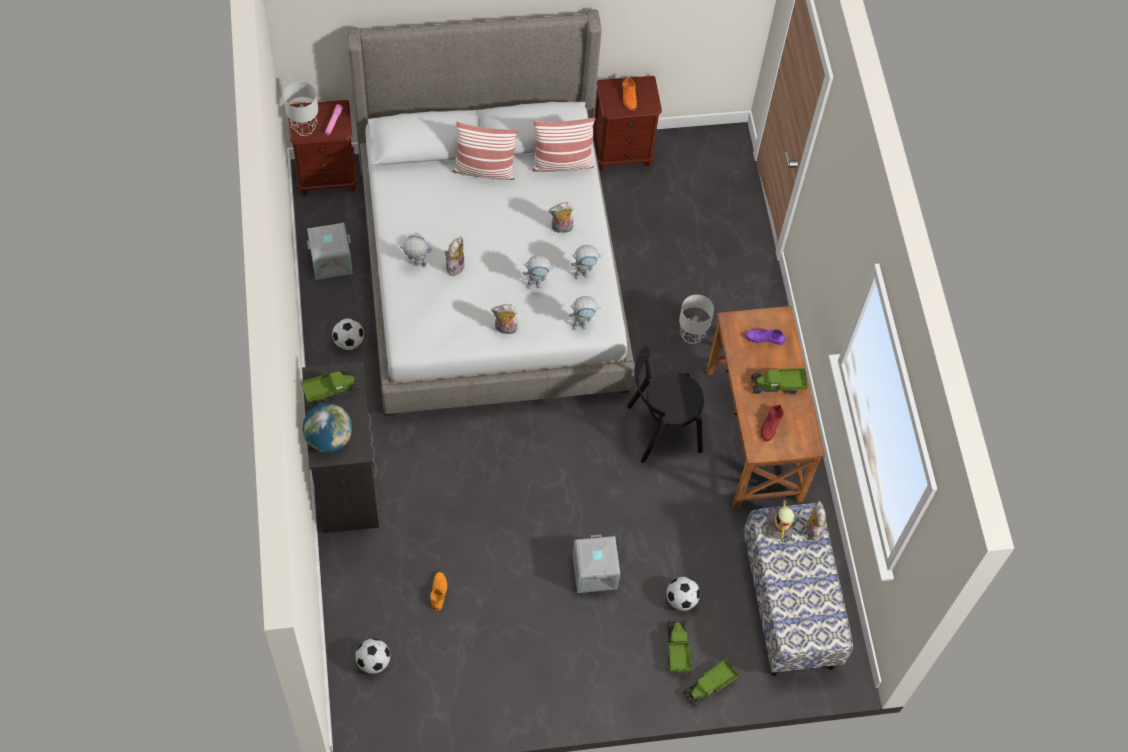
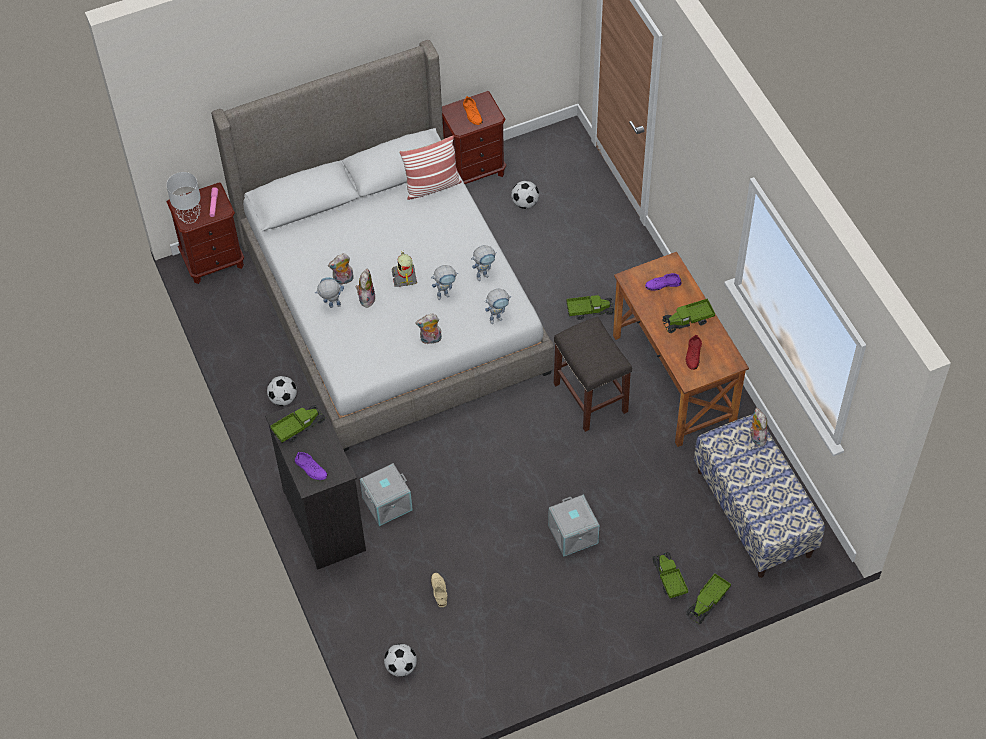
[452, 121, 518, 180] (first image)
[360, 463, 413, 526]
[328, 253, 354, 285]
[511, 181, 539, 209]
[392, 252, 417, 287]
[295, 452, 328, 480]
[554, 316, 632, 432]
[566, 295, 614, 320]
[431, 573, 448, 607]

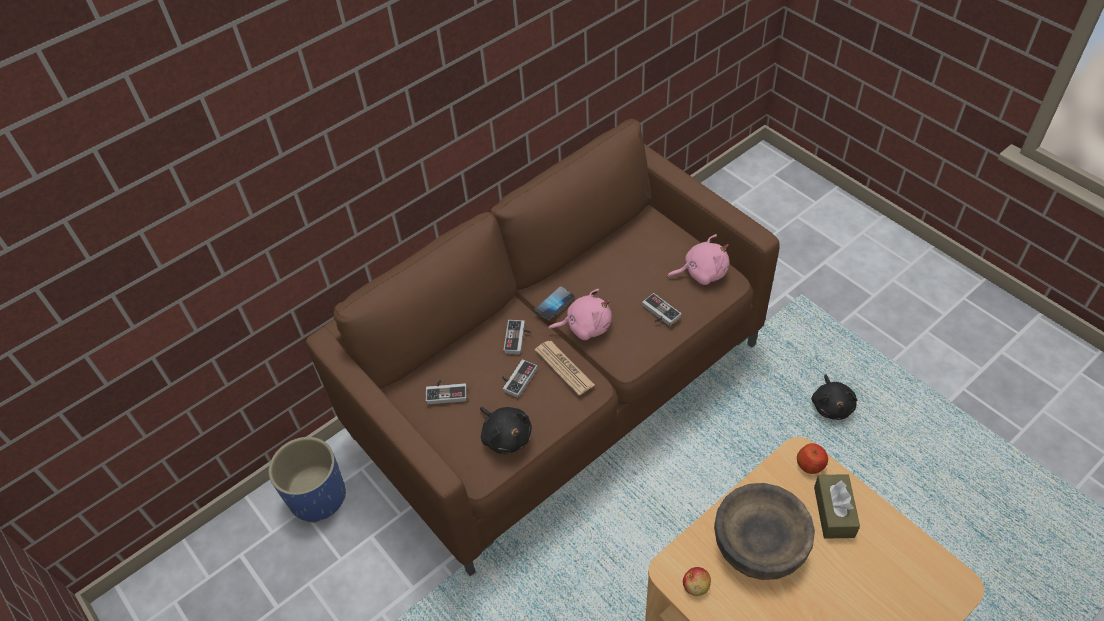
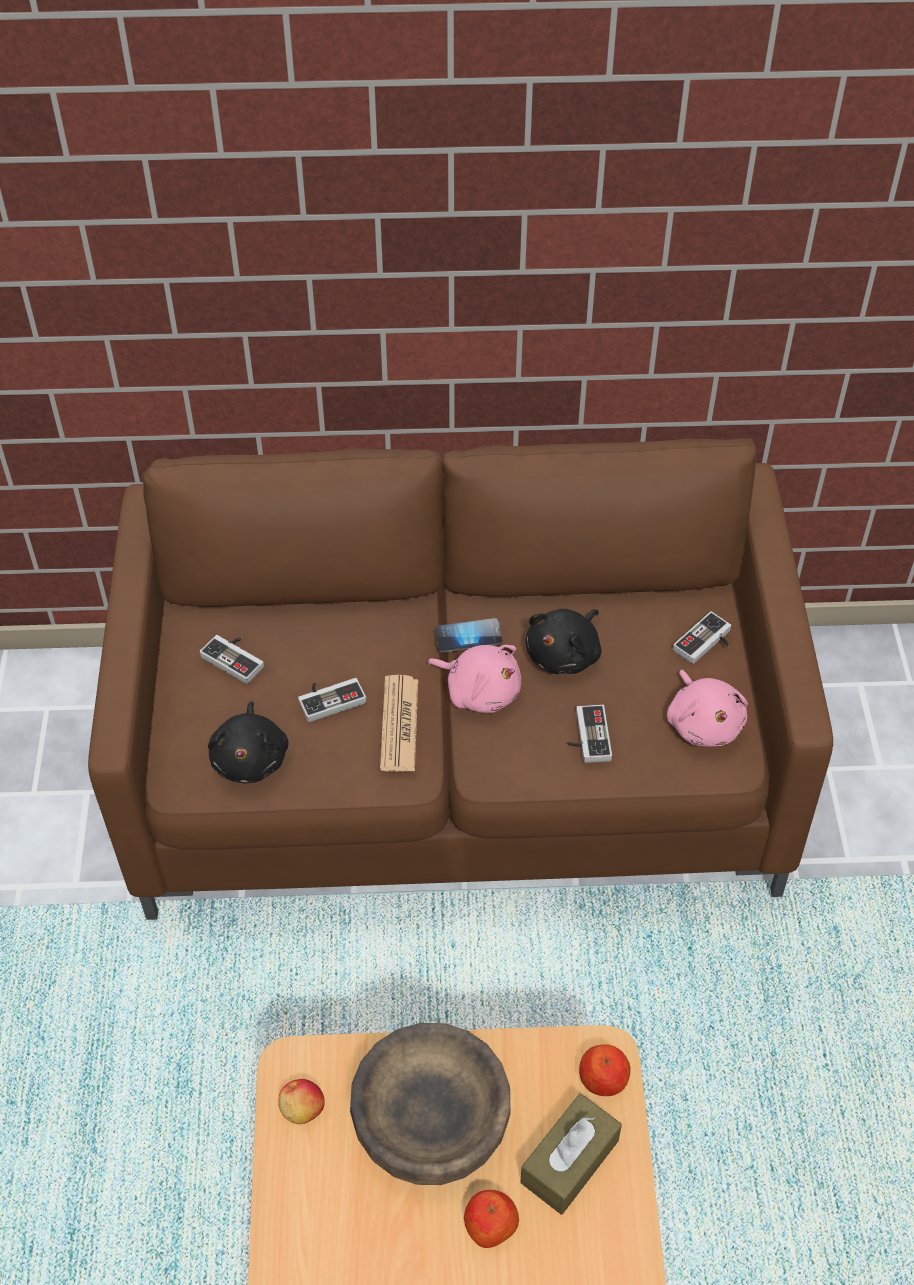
[269, 437, 346, 523] (first image)
[464, 1190, 519, 1248]
[673, 611, 731, 664]
[525, 609, 602, 674]
[667, 670, 748, 747]

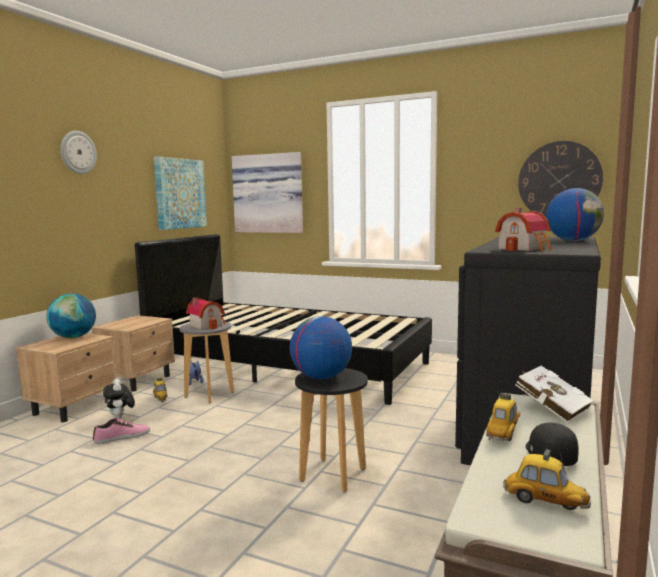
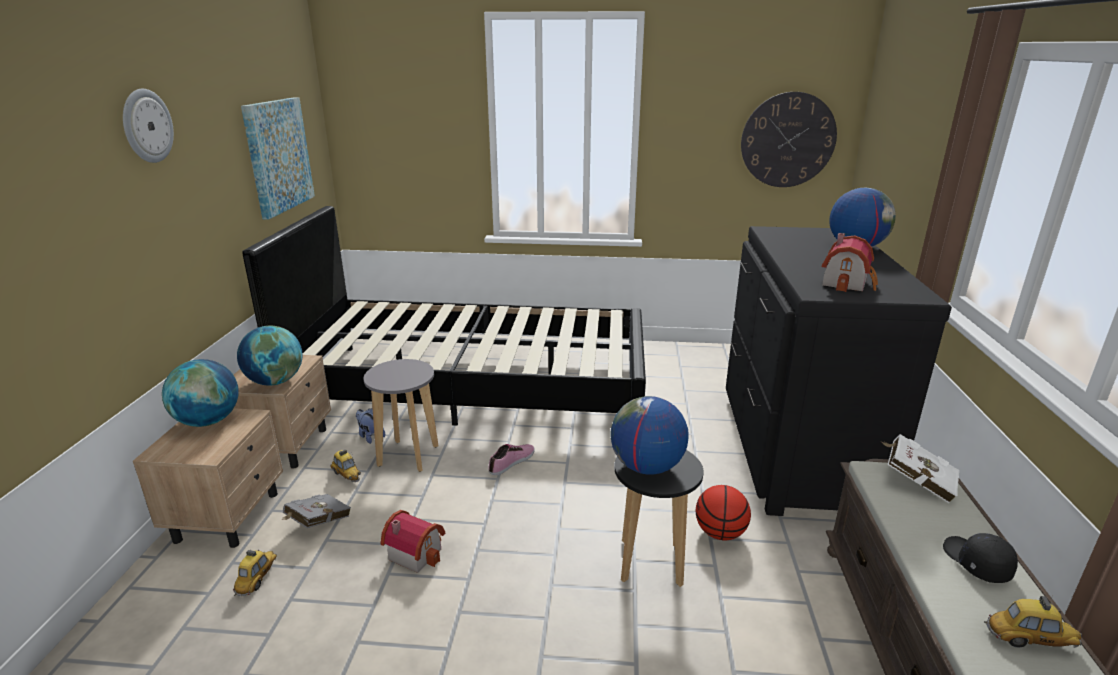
[232, 152, 303, 233] (first image)
[237, 326, 303, 386]
[696, 485, 751, 540]
[488, 444, 535, 475]
[381, 510, 445, 573]
[233, 550, 277, 596]
[281, 494, 351, 528]

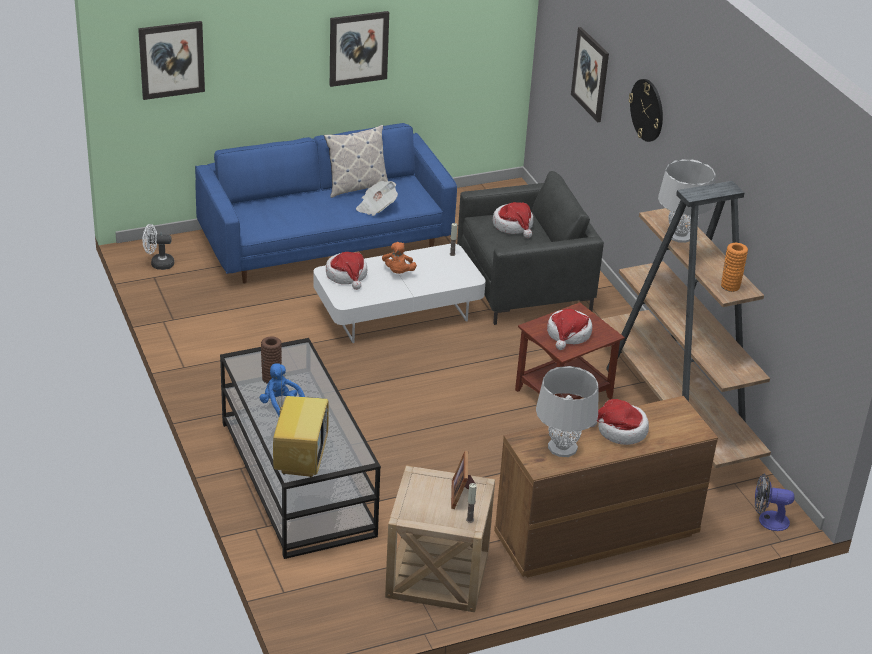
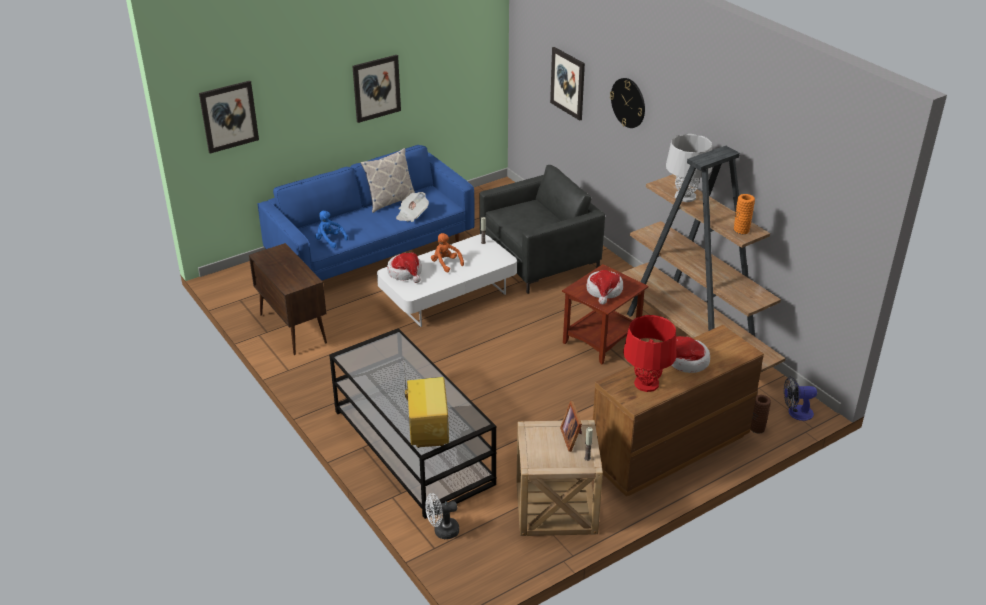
[493, 202, 533, 238] (first image)
[249, 243, 327, 355]
[425, 493, 459, 539]
[315, 211, 348, 248]
[750, 395, 771, 434]
[623, 315, 676, 392]
[431, 233, 464, 273]

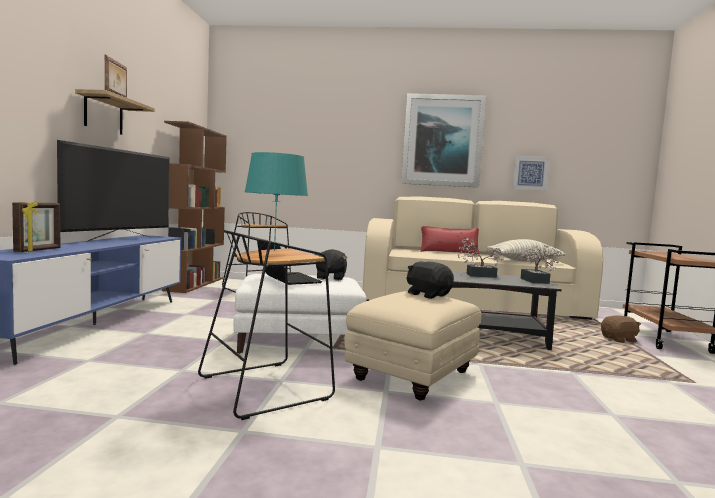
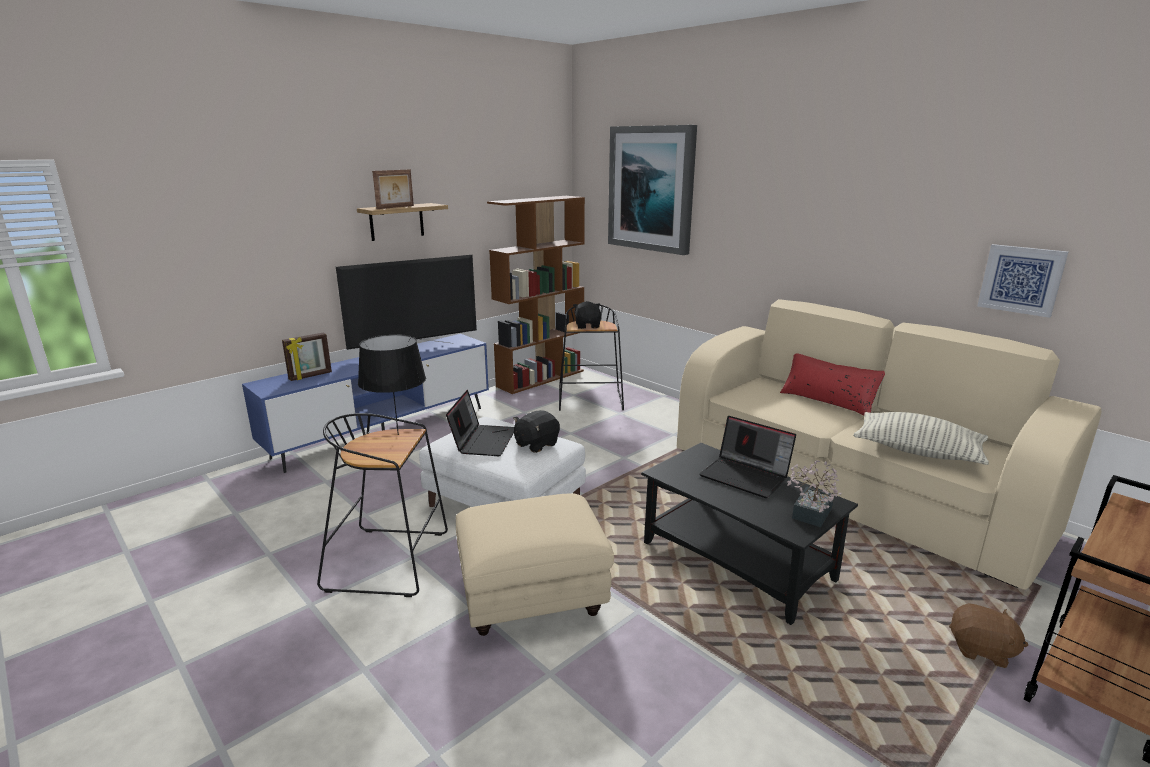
[608, 125, 697, 255]
[573, 301, 601, 329]
[699, 416, 796, 498]
[358, 334, 426, 435]

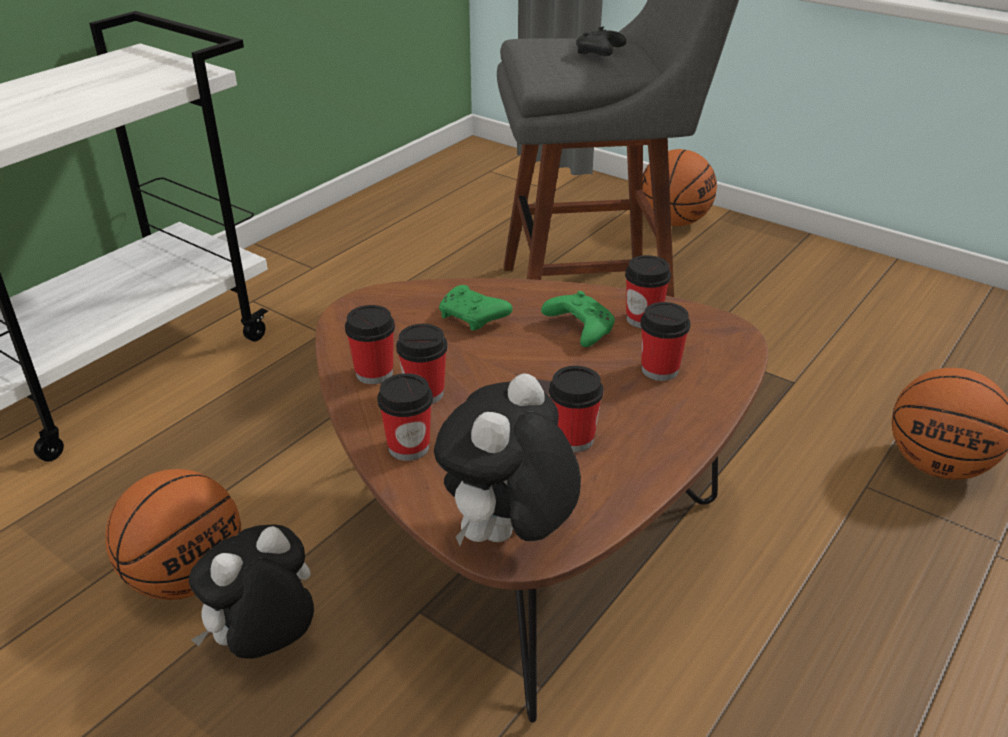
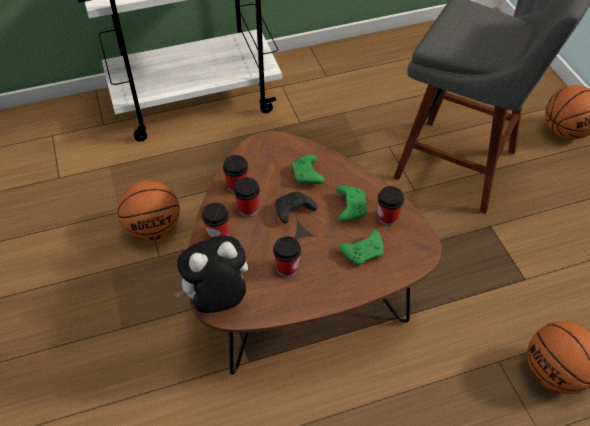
[189, 524, 314, 659] (first image)
[275, 192, 317, 223]
[339, 230, 384, 267]

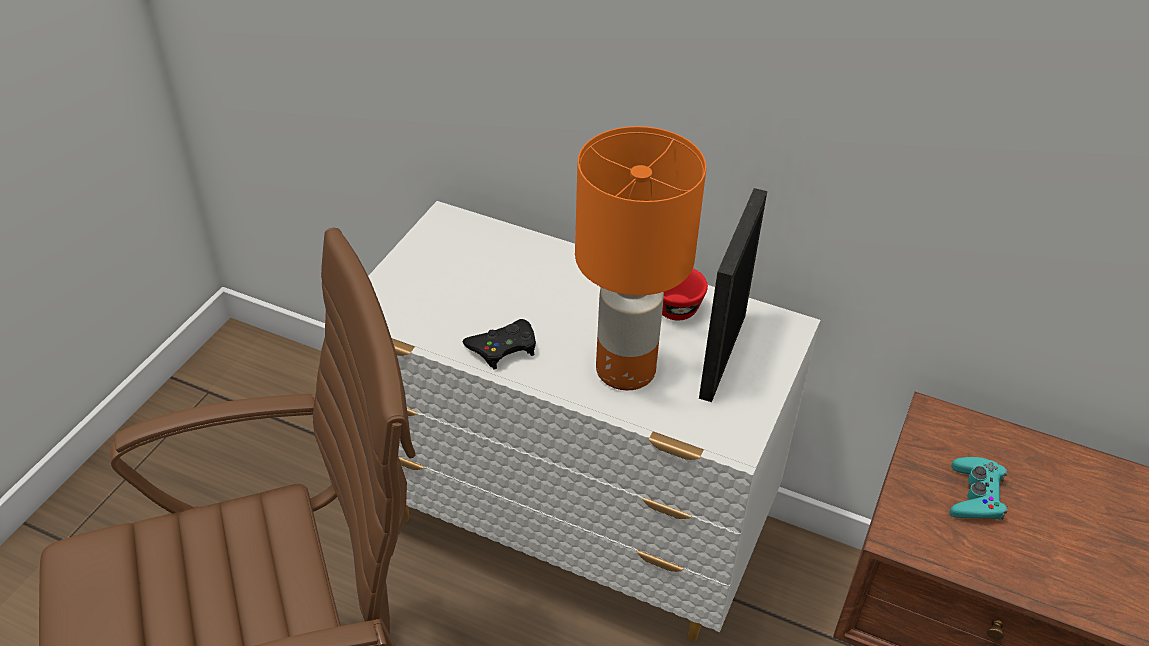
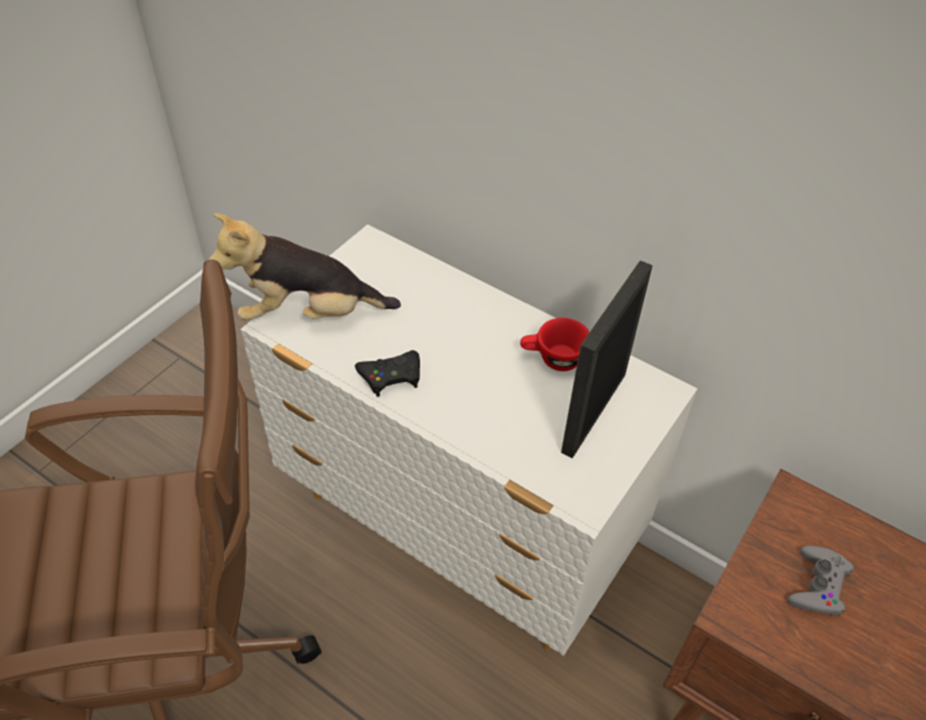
[575, 126, 706, 391] (first image)
[209, 213, 401, 320]
[787, 546, 854, 616]

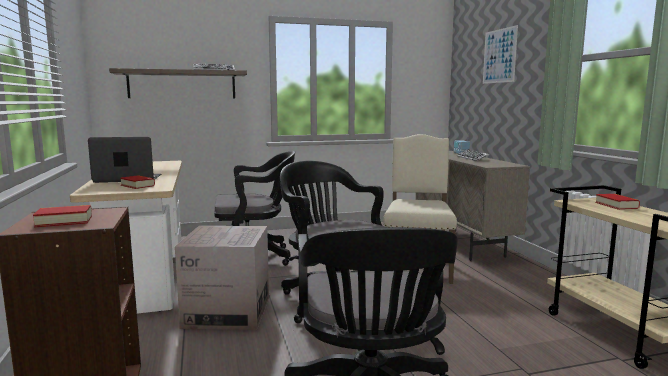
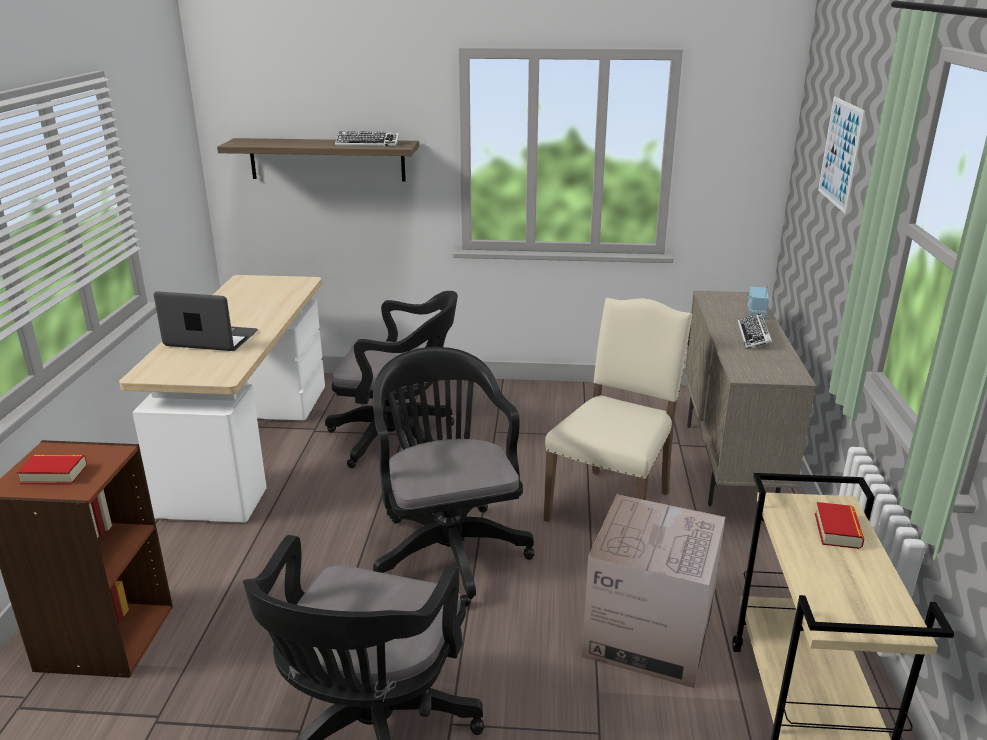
[120, 175, 155, 189] (first image)
[582, 494, 725, 688]

